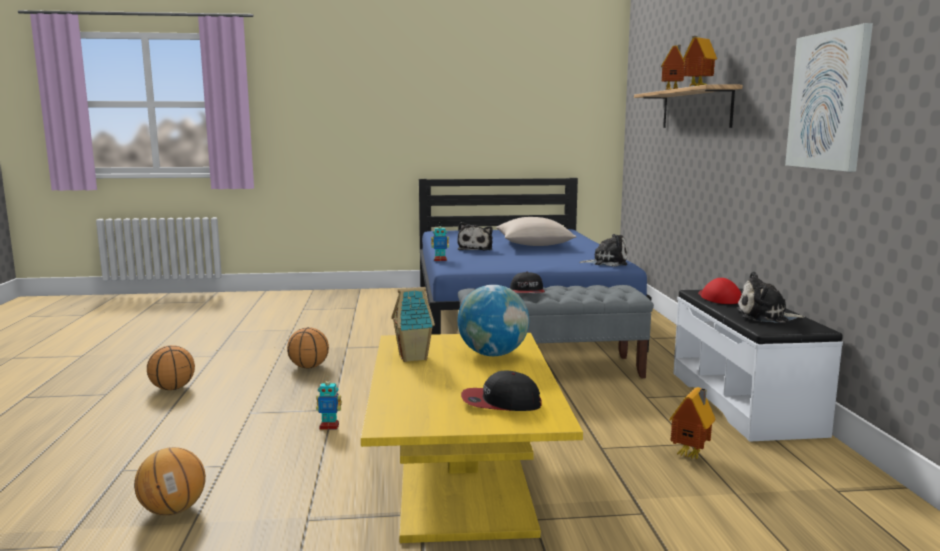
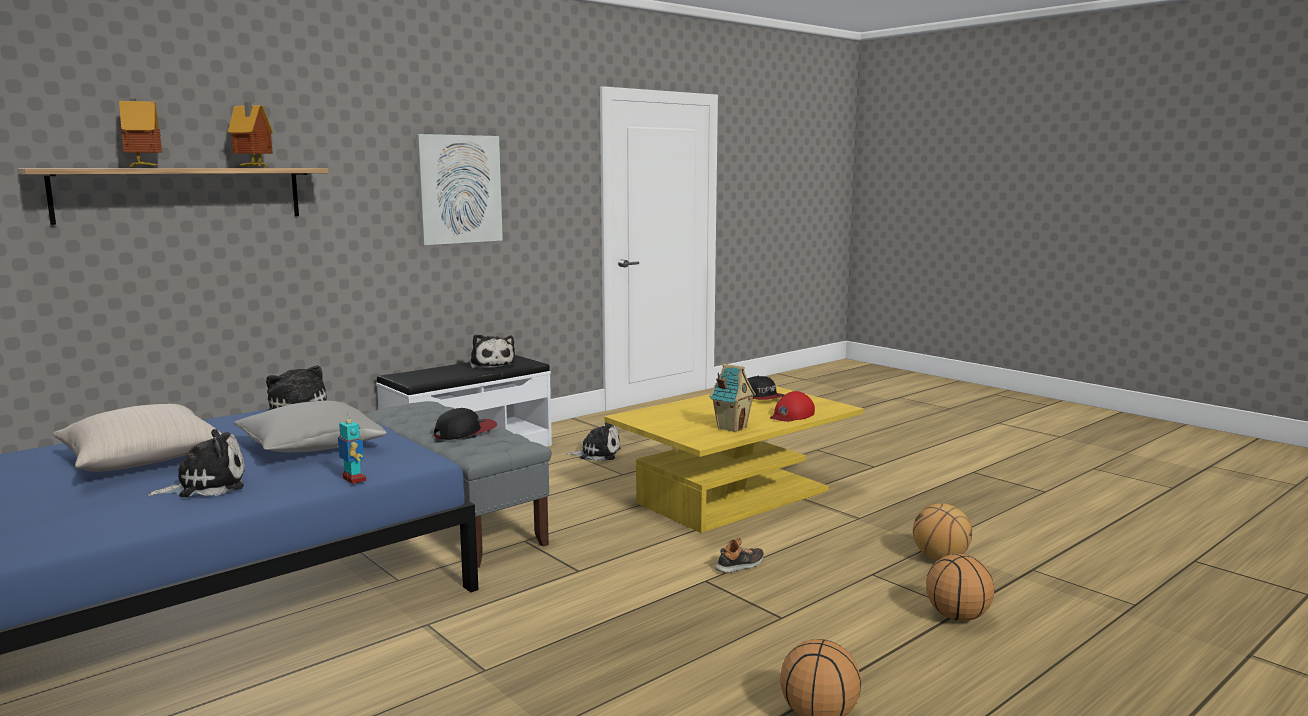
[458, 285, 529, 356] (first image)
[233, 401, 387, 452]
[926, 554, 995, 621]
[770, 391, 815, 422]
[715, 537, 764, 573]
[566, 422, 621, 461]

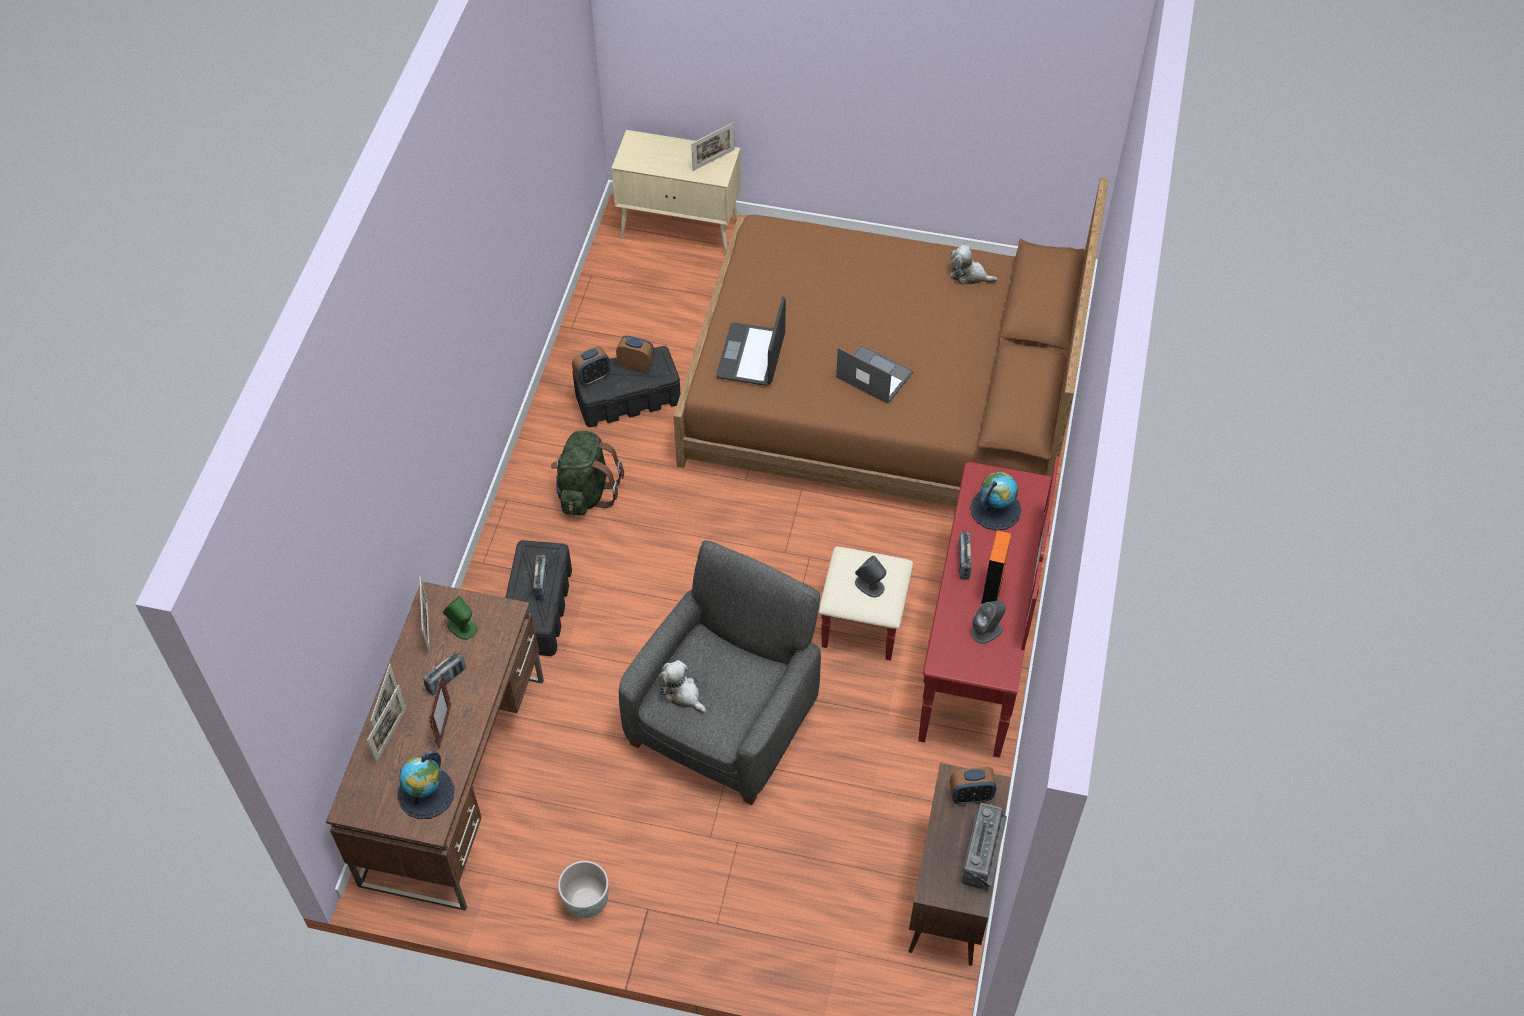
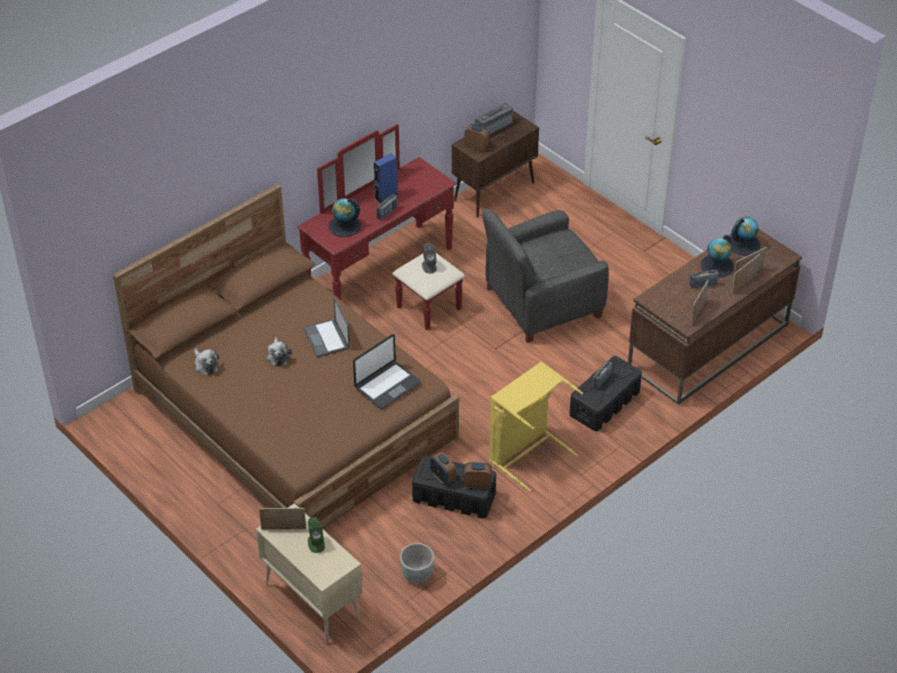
[971, 600, 1006, 644] (first image)
[308, 517, 325, 553]
[400, 543, 434, 583]
[267, 337, 292, 366]
[701, 235, 734, 277]
[489, 361, 583, 492]
[374, 153, 398, 203]

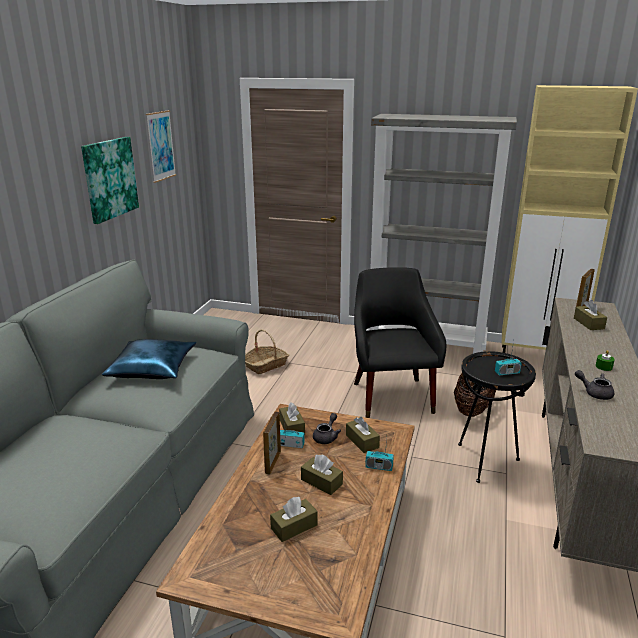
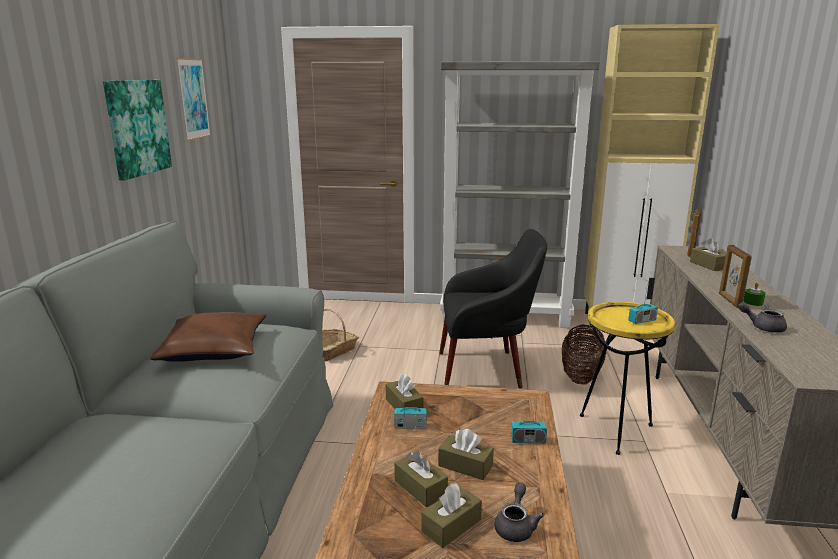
[719, 245, 752, 308]
[494, 483, 544, 542]
[394, 451, 448, 508]
[150, 312, 266, 362]
[580, 301, 675, 455]
[439, 229, 547, 389]

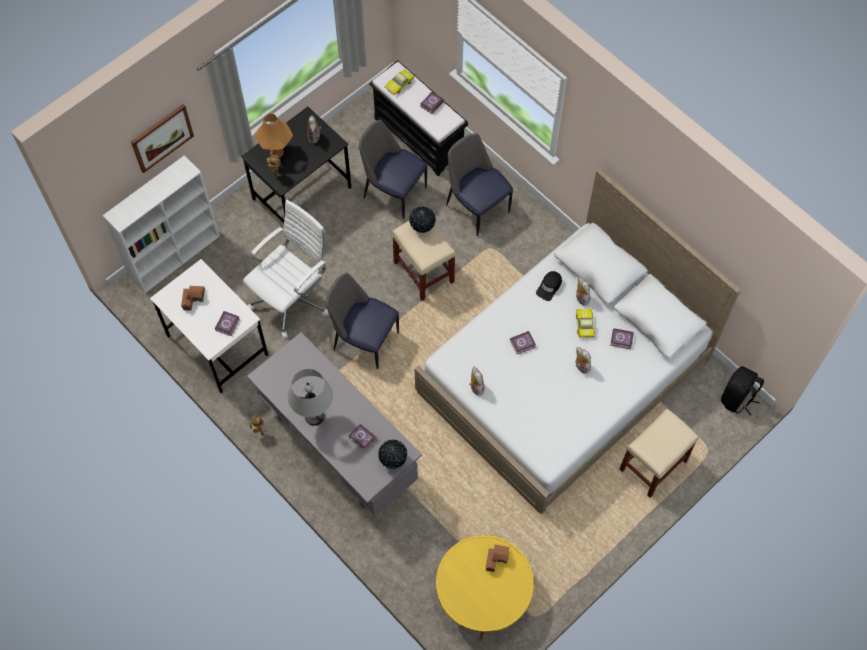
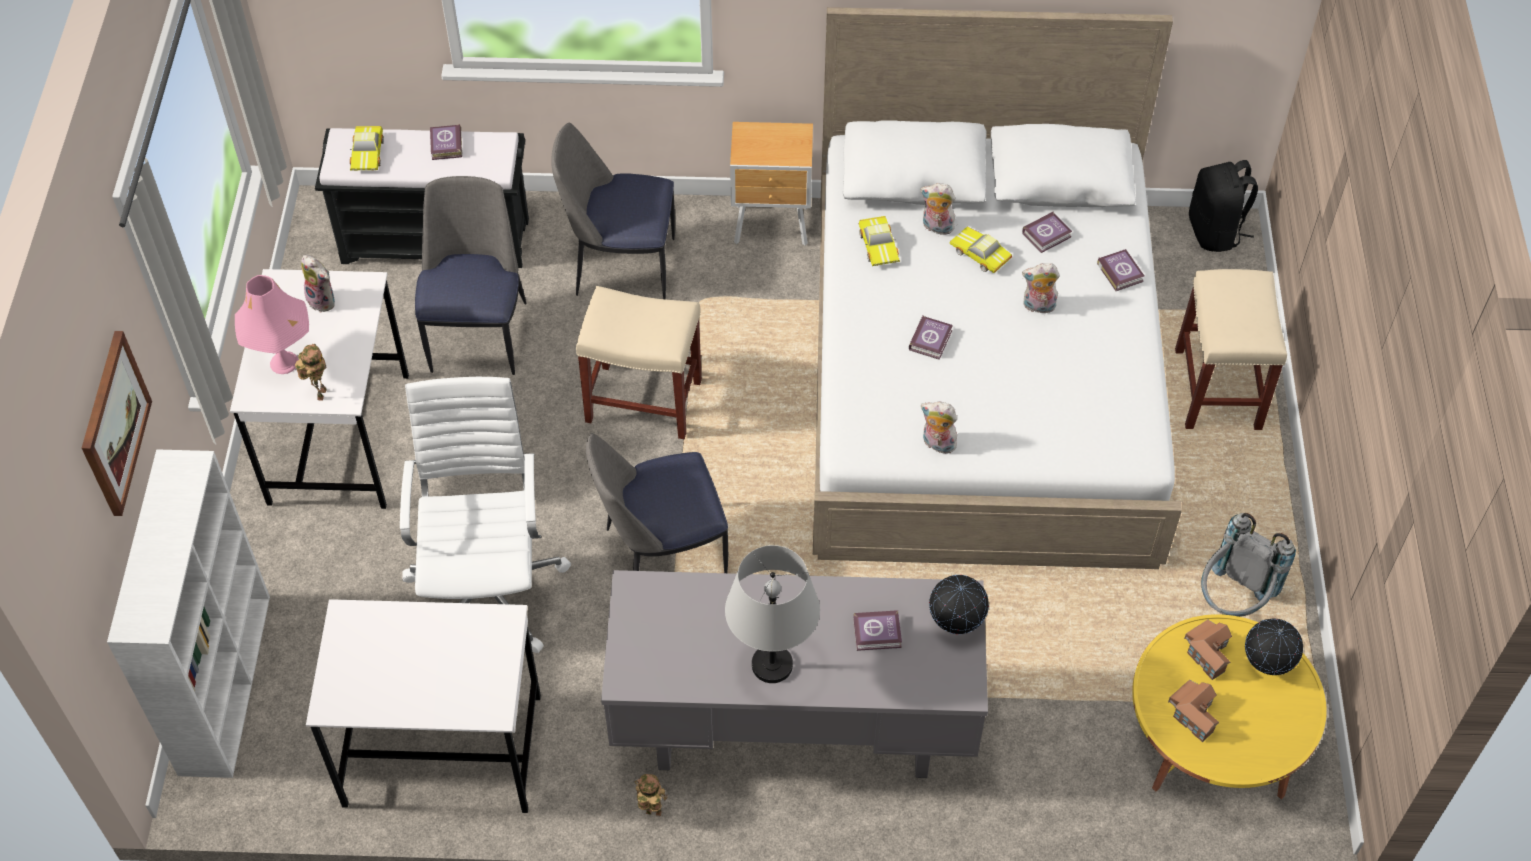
[730, 122, 813, 246]
[1201, 513, 1296, 617]
[1168, 680, 1219, 742]
[1097, 249, 1144, 291]
[1245, 618, 1303, 675]
[859, 216, 900, 266]
[230, 269, 409, 509]
[235, 275, 309, 374]
[415, 176, 526, 375]

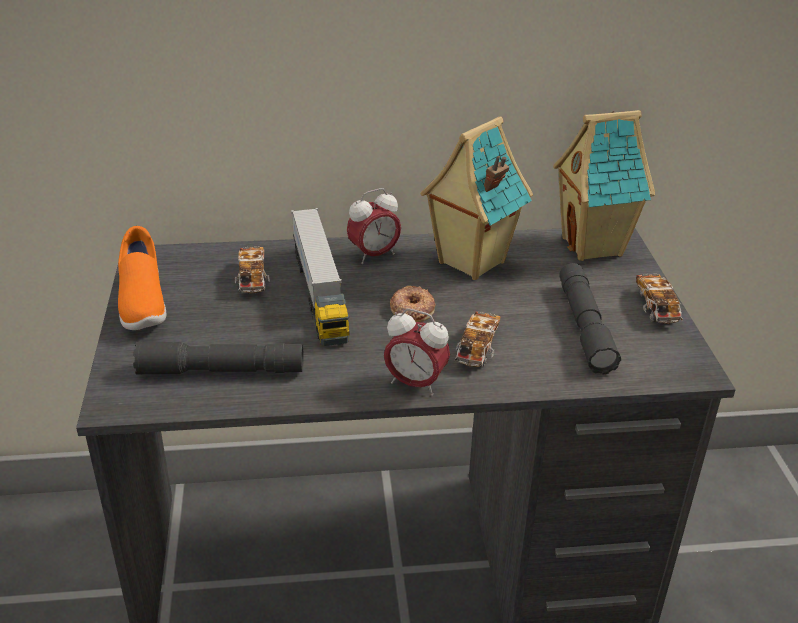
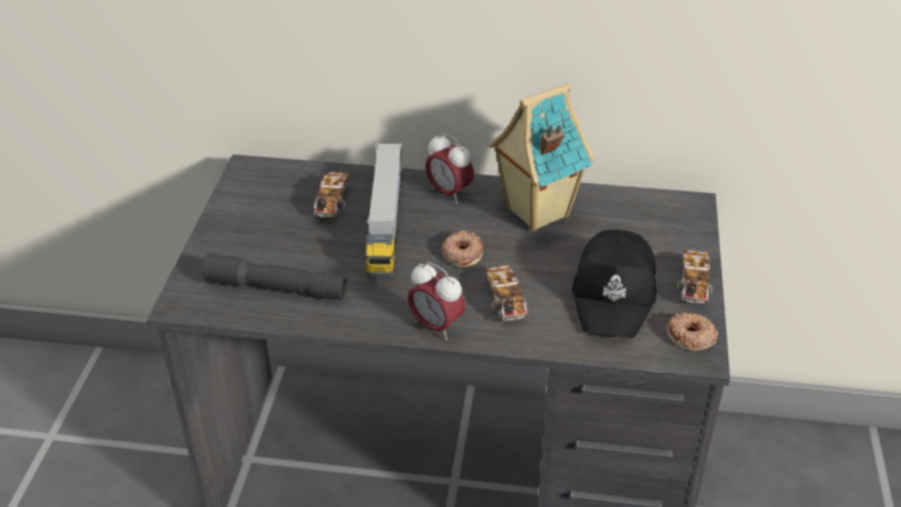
[118, 226, 166, 330] (first image)
[553, 110, 655, 261] (first image)
[667, 312, 718, 351]
[572, 229, 657, 338]
[425, 133, 474, 204]
[485, 265, 529, 321]

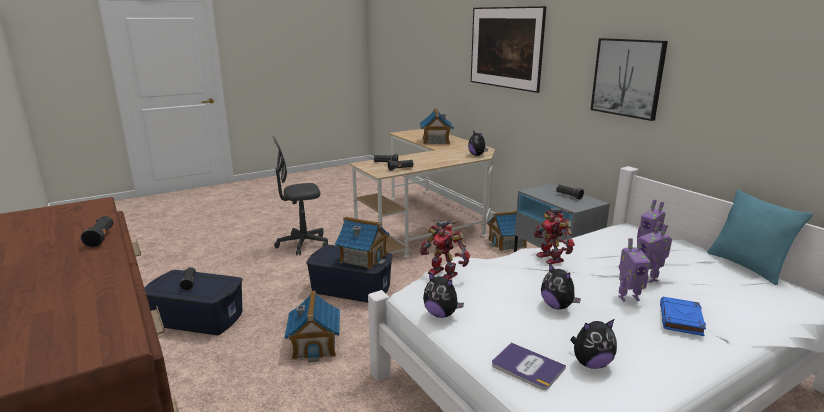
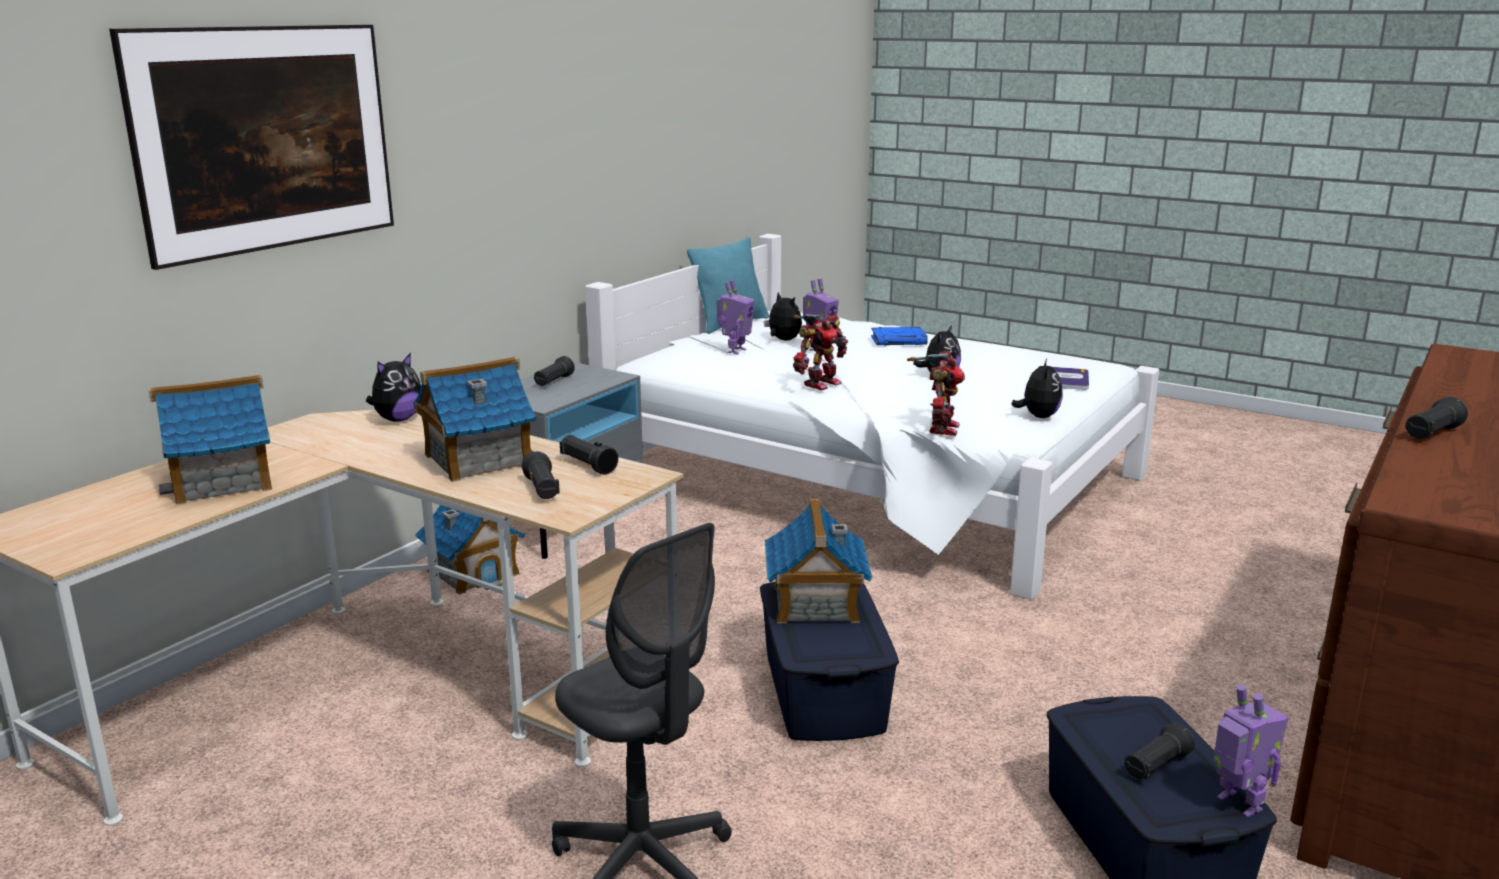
[590, 38, 668, 121] (first image)
[413, 357, 536, 482]
[764, 292, 802, 340]
[1214, 684, 1288, 817]

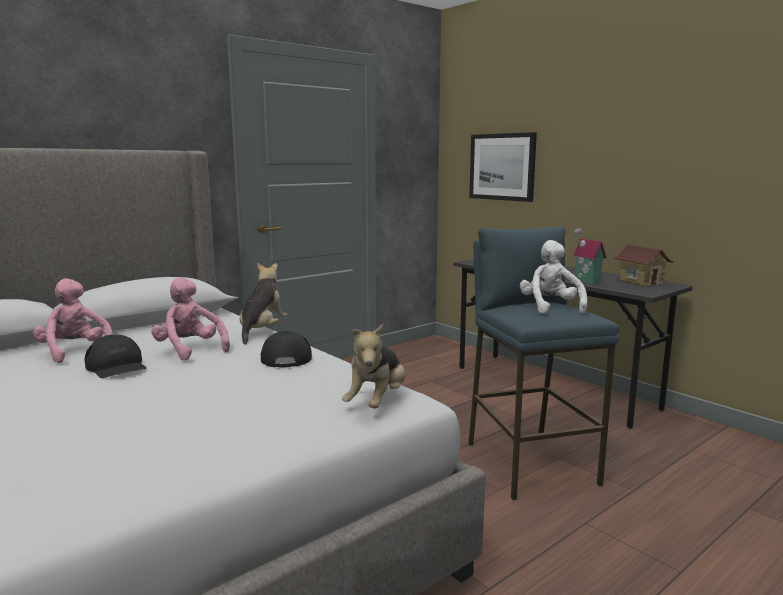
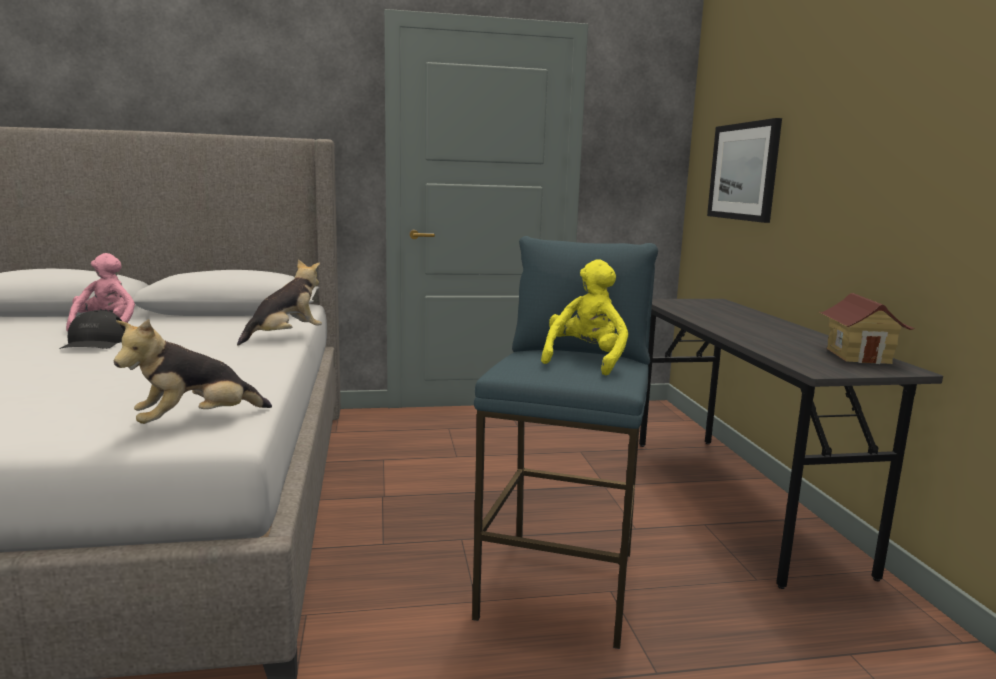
[151, 277, 230, 361] (first image)
[260, 331, 312, 367] (first image)
[573, 228, 606, 284] (first image)
[541, 259, 628, 376]

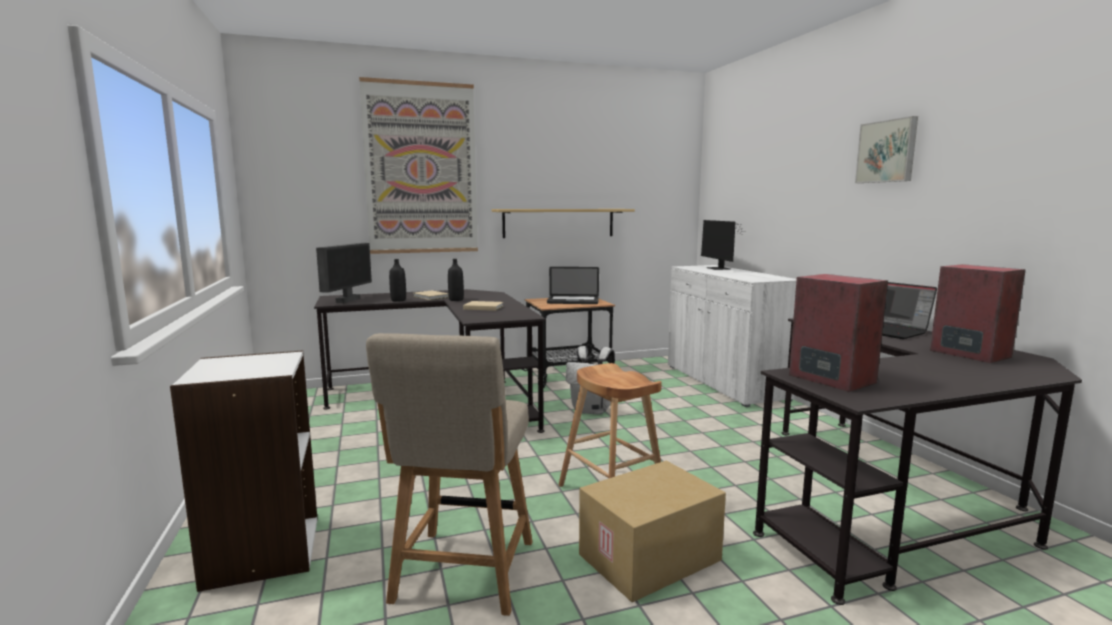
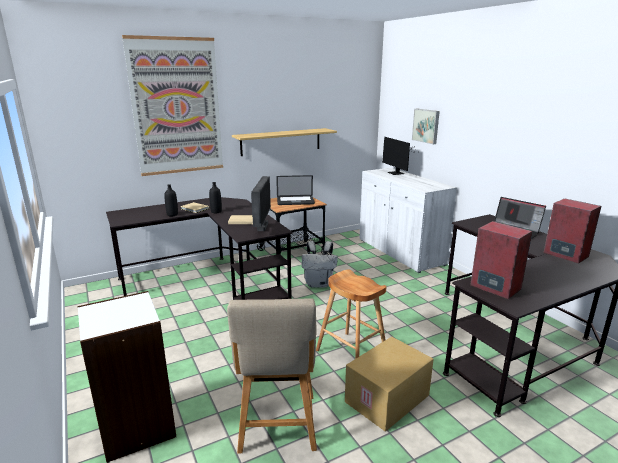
[251, 176, 271, 231]
[412, 109, 440, 144]

